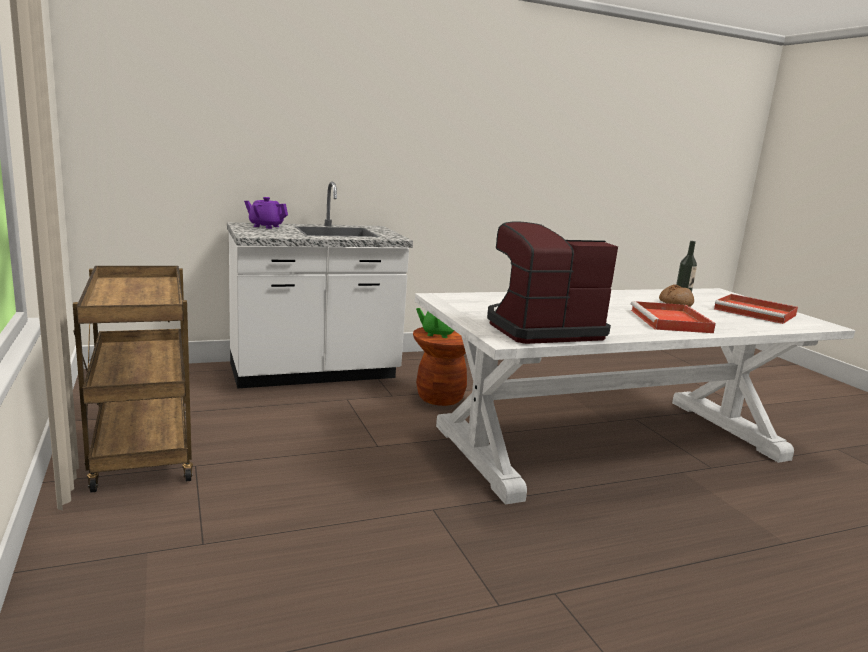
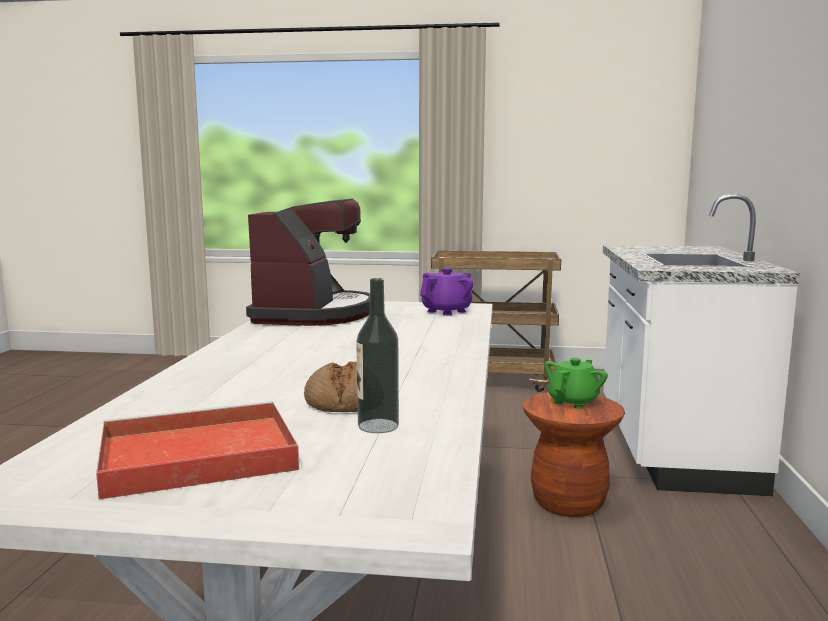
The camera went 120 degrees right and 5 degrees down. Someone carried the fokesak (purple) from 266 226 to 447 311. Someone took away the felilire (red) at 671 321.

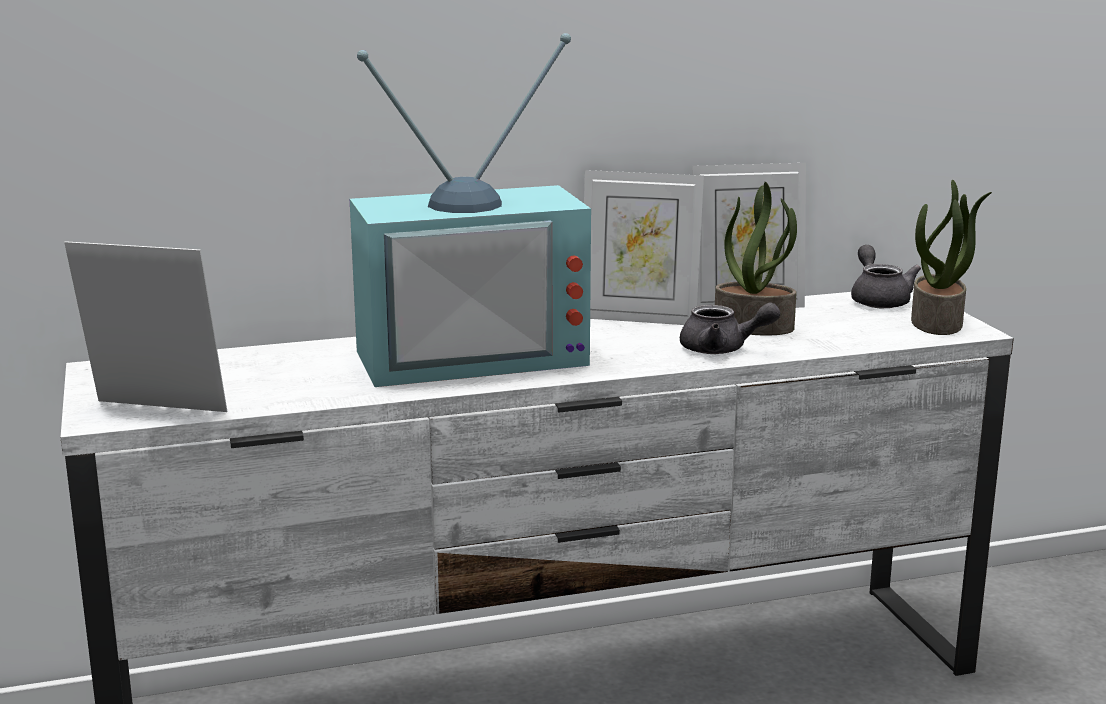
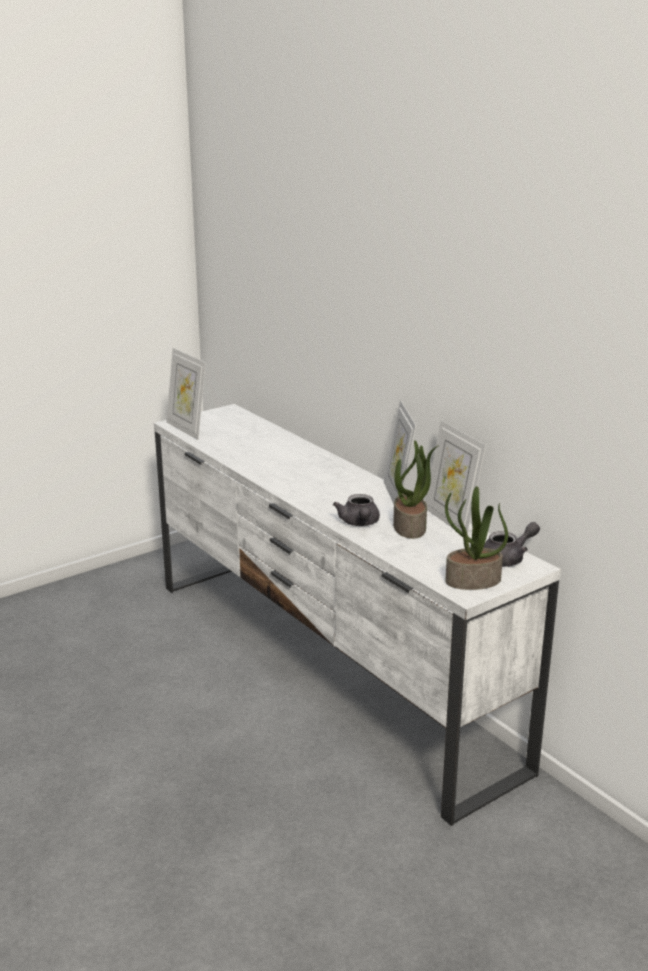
The camera went 70 degrees right and 5 degrees up. Someone rotated the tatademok at 155 411 by 150 degrees clockwise. Someone took away the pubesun at 472 354.

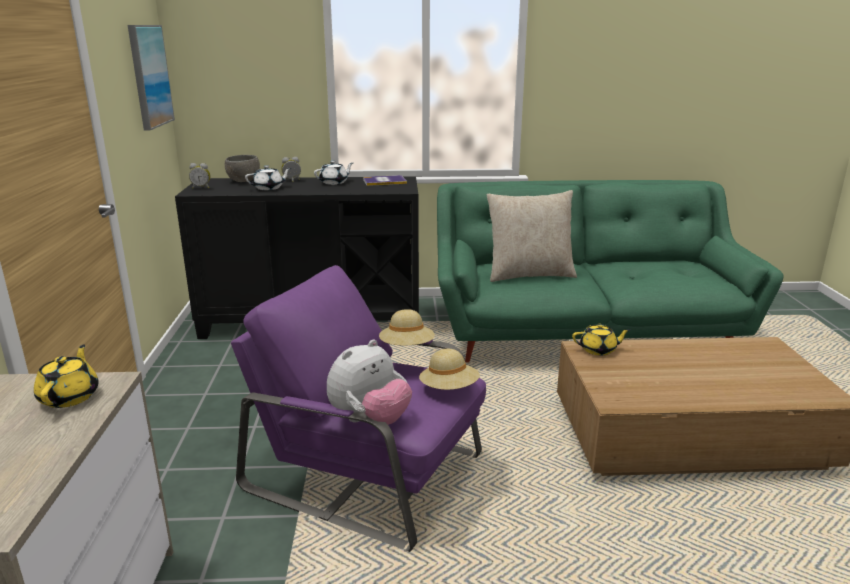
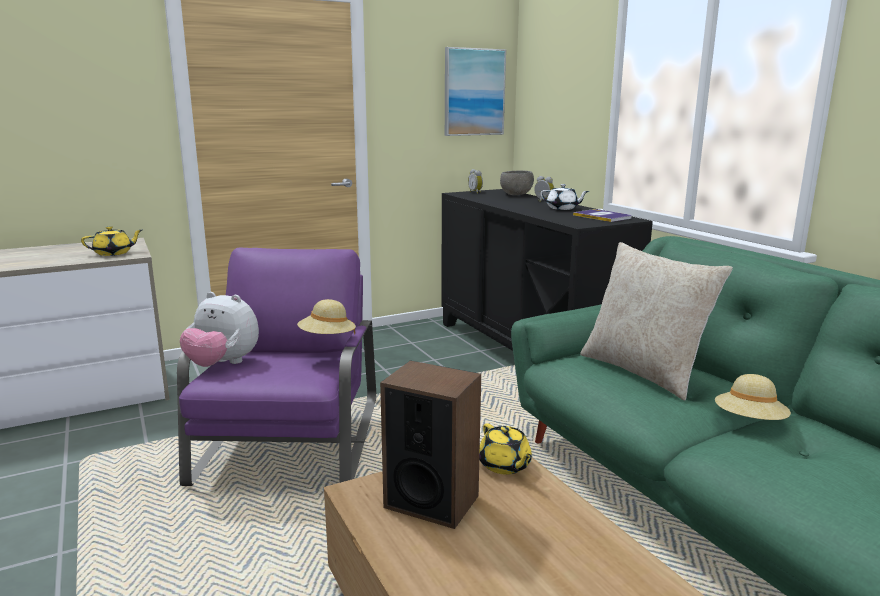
The camera went 65 degrees right and 5 degrees down. Someone took away the fokesak (white) at 269 188. Someone carried the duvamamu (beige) from 449 389 to 749 422. Someone put down the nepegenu at 431 501.

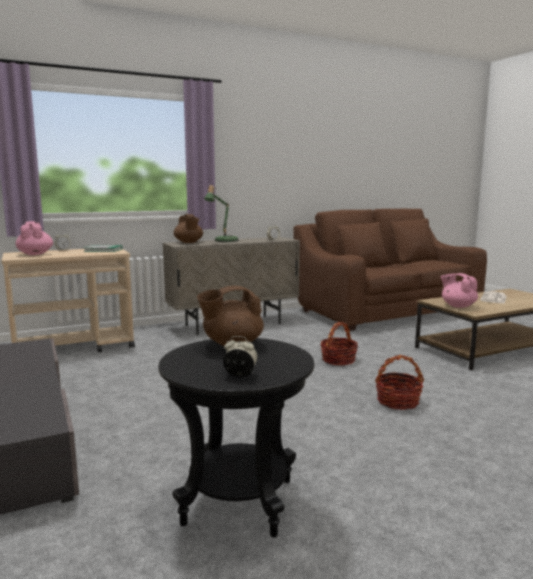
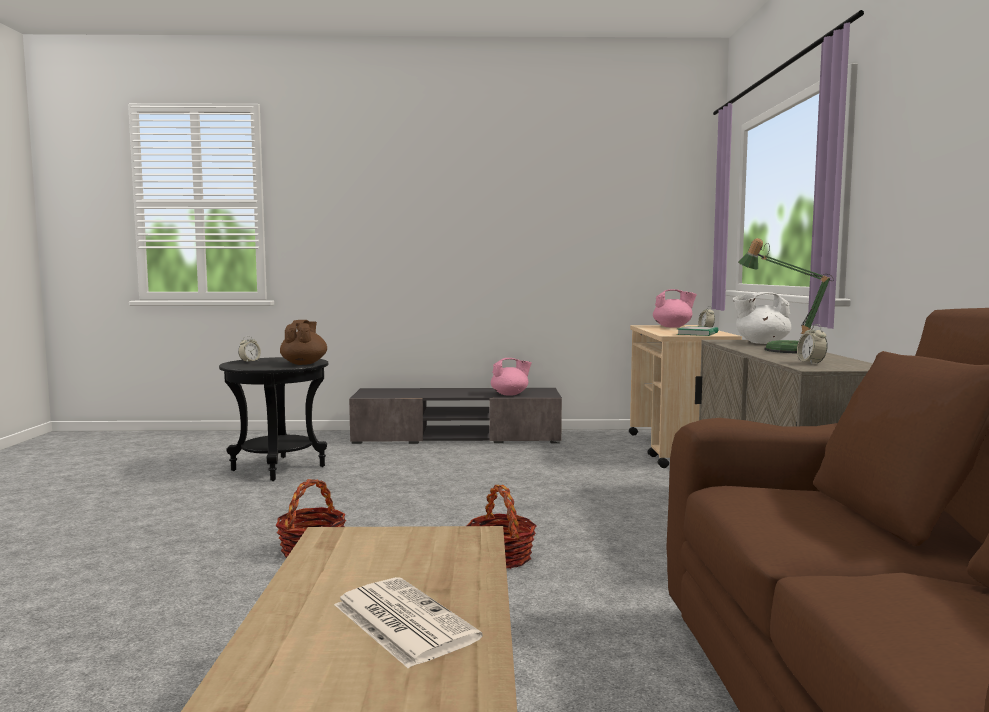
The camera went 115 degrees right and 5 degrees down. Someone repainted the fokesak (brown) at 188 242, which became the fokesak (white) at 761 343. Someone carried the fokesak (pink) from 458 306 to 510 394.

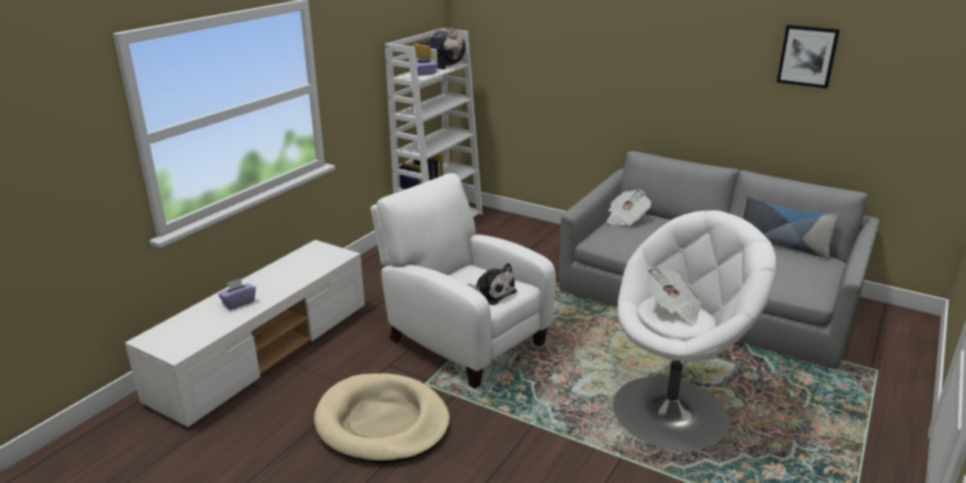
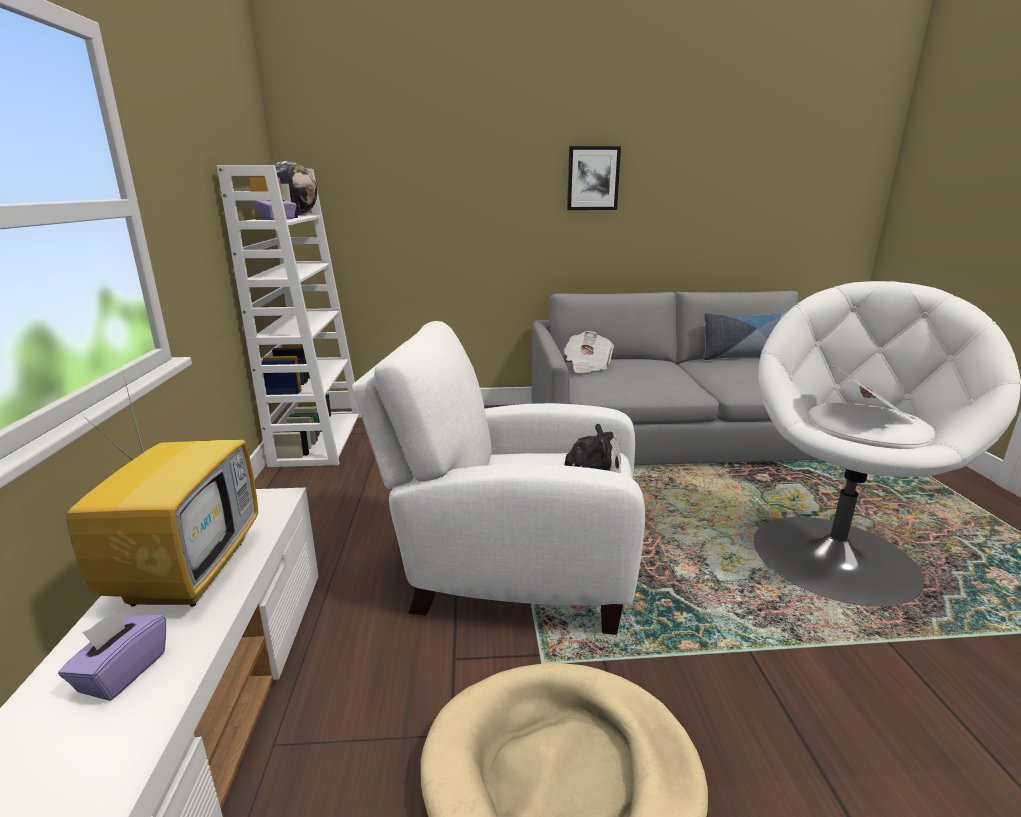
The camera went 35 degrees left and 5 degrees down. Someone carried the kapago from 807 56 to 593 178. Someone put down the pubesun at 189 570.

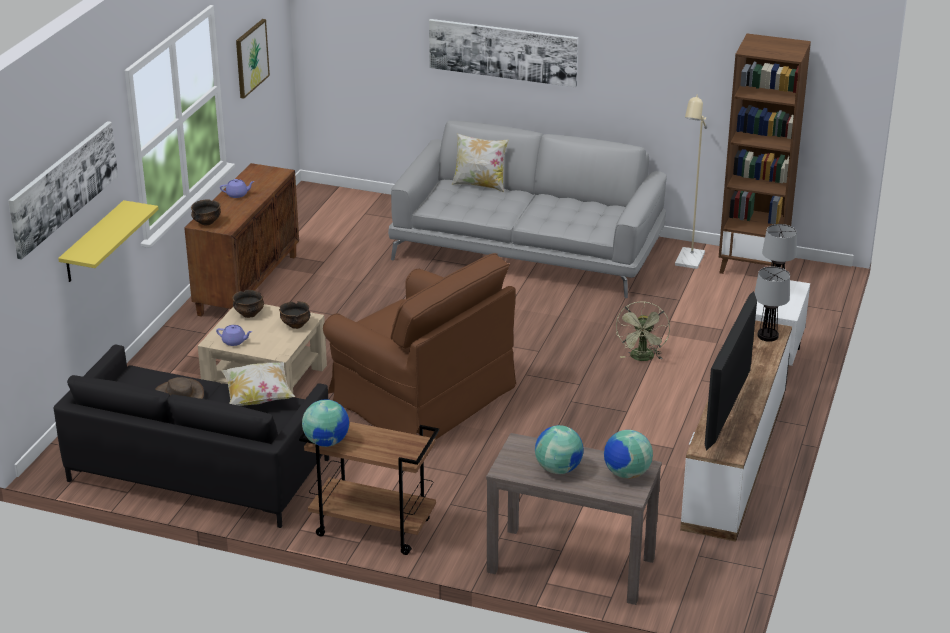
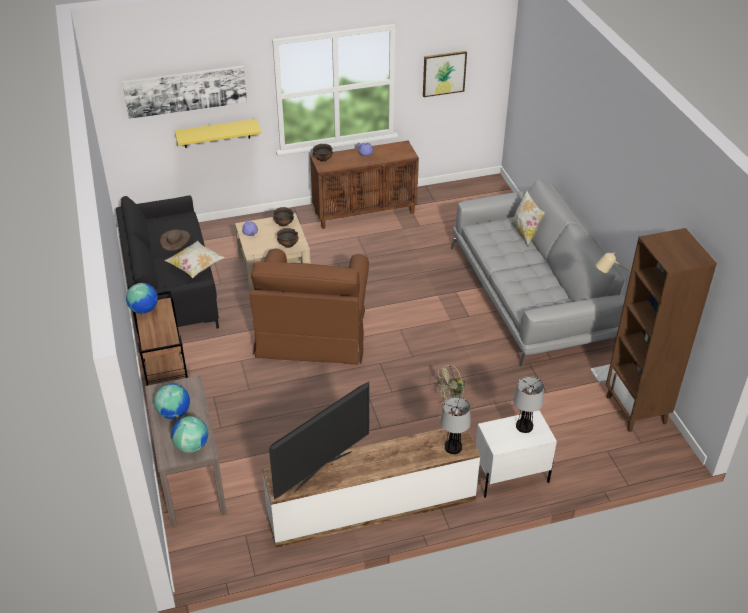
The camera went 55 degrees right and 10 degrees up. Someone took away the kapago at 503 52. Someone rotated the pubesun at 727 418 by 150 degrees clockwise.

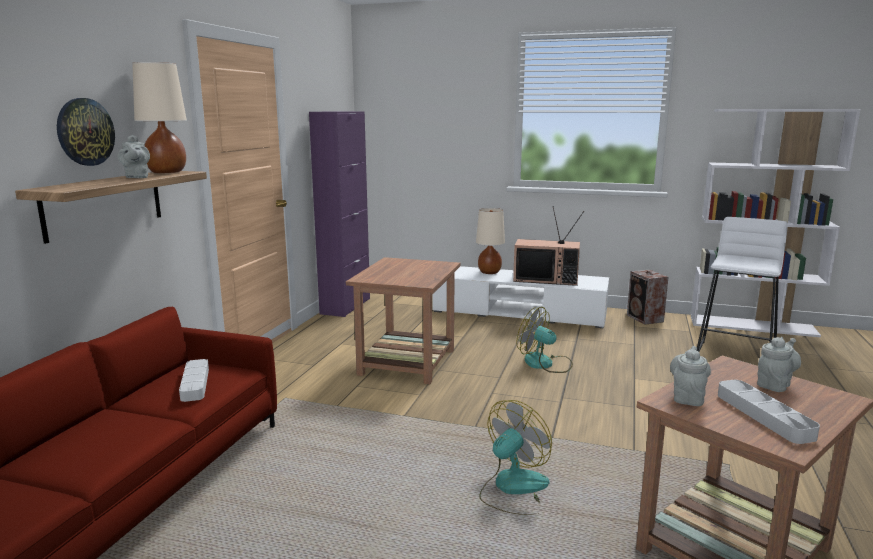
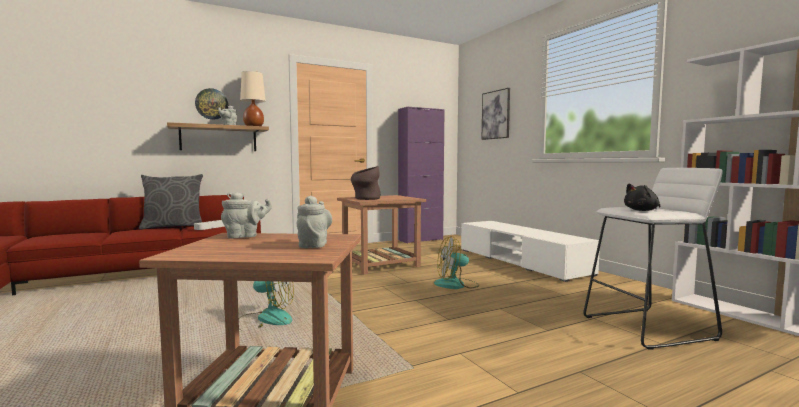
The camera went 45 degrees right and 10 degrees down. Someone took away the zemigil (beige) at 489 272. Someone took away the pubesun at 546 279. Someone rotated the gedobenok at 545 364 by 90 degrees counterclockwise. Someone took away the nepegenu at 645 319. Someone took away the felilire (grey) at 763 415. Someone rotated the fokesak (grey) at 774 384 by 90 degrees counterclockwise. Someone put down the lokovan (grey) at 173 227. Someone put down the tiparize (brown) at 365 199. Someone put up the kapago at 496 115. Someone put down the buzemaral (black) at 642 210.

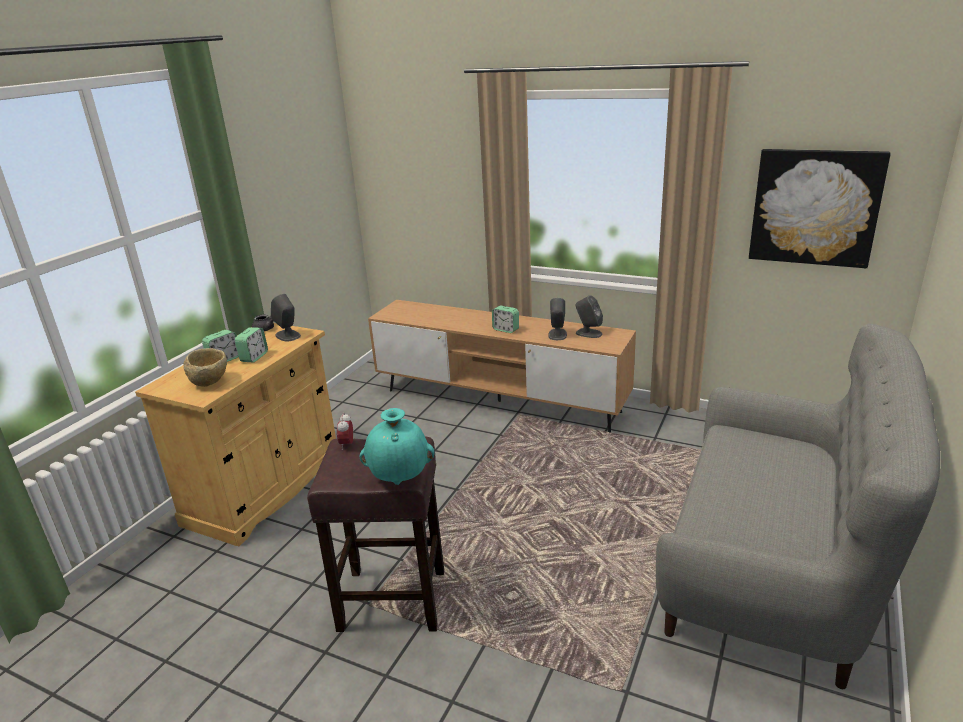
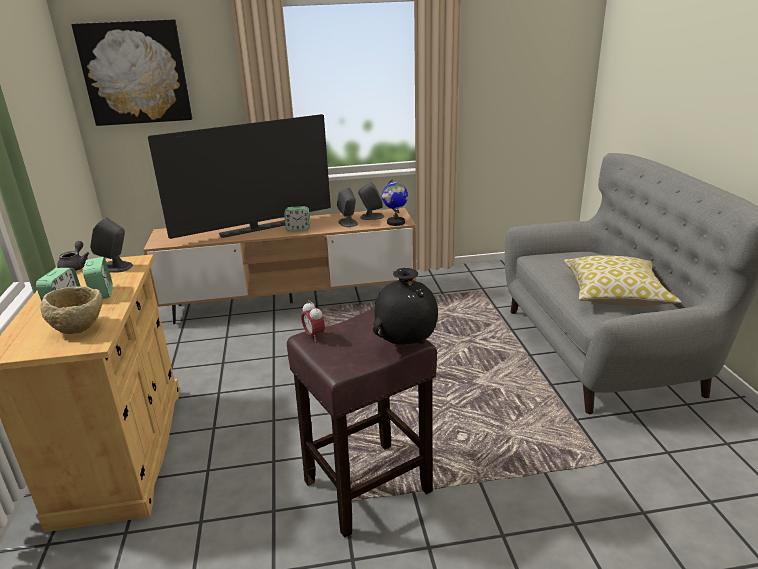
The camera went 35 degrees left and 0 degrees up. Someone repainted the tiparize (turquoise) at 400 478, which became the tiparize (black) at 406 342. Someone carried the kapago from 815 207 to 135 73. Someone put down the pubesun at 254 229. Someone put down the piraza at 395 222. Someone put down the lokovan at 615 295.

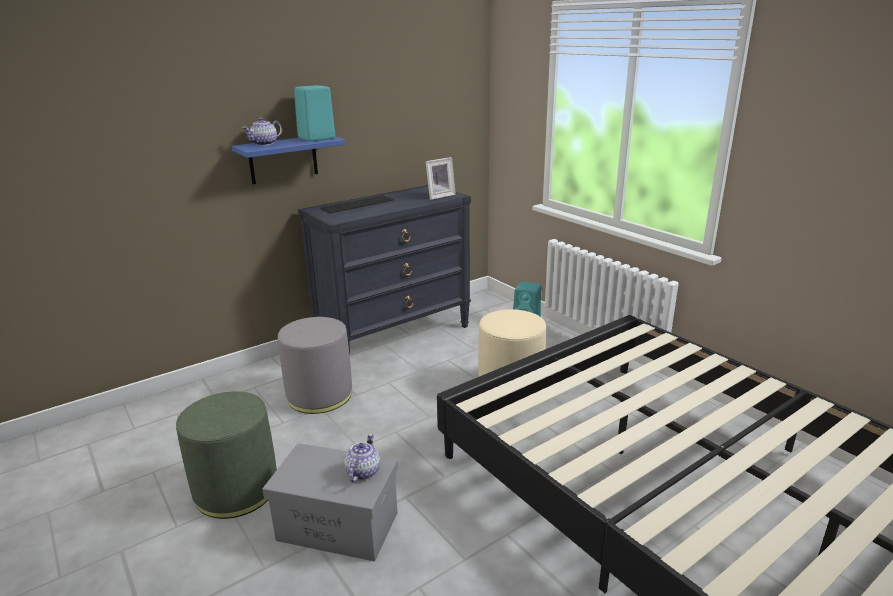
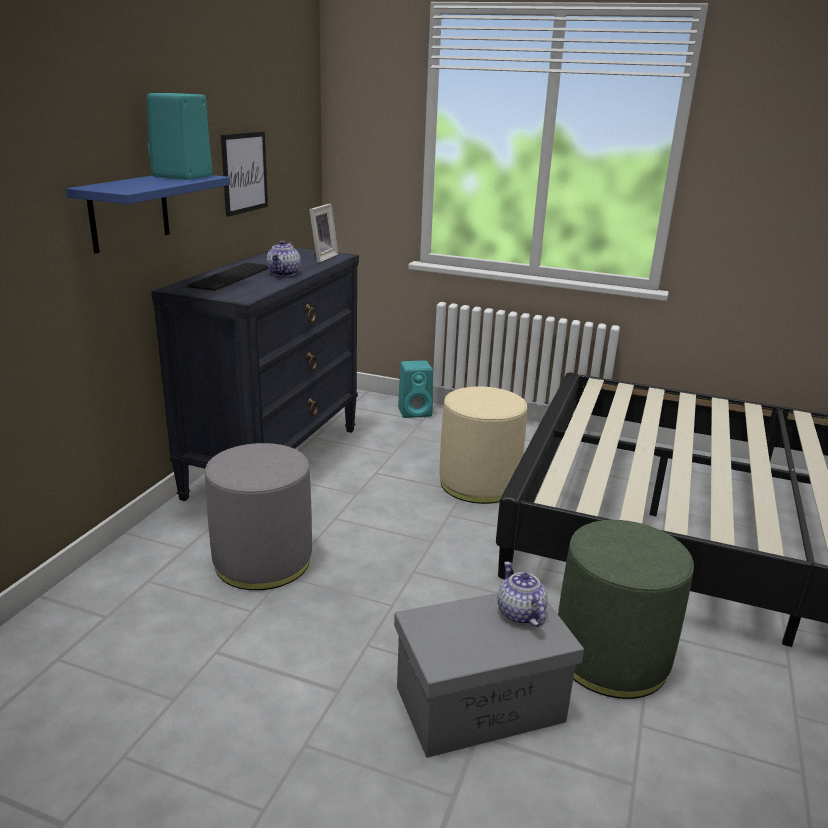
The camera went 35 degrees left and 0 degrees up. Someone carried the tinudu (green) from 236 490 to 611 657. Someone carried the fokesak from 264 144 to 284 274. Someone put up the kapago at 244 173.

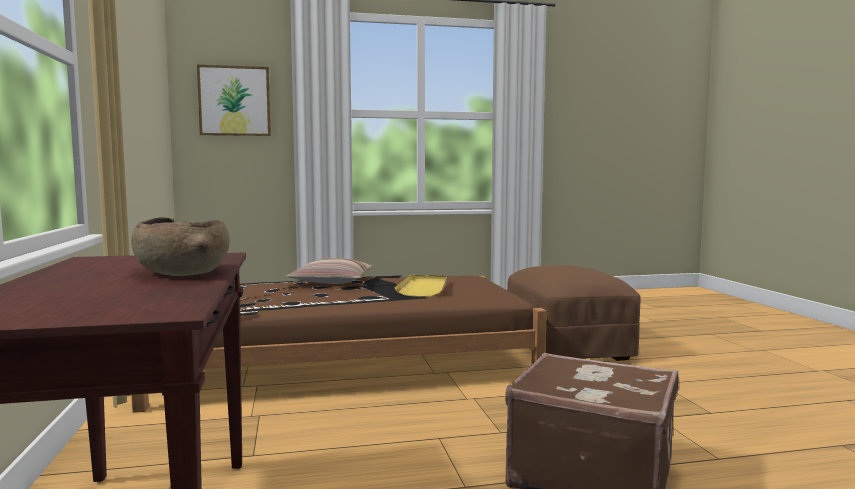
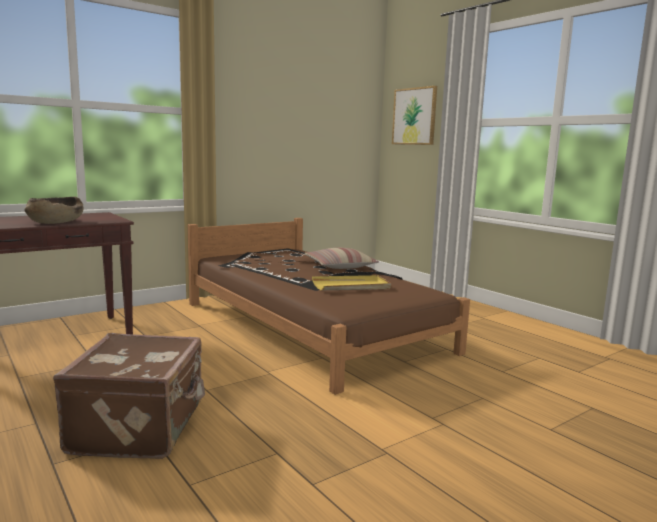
The camera went 65 degrees right and 5 degrees up. Someone took away the tinudu (brown) at 566 347.

